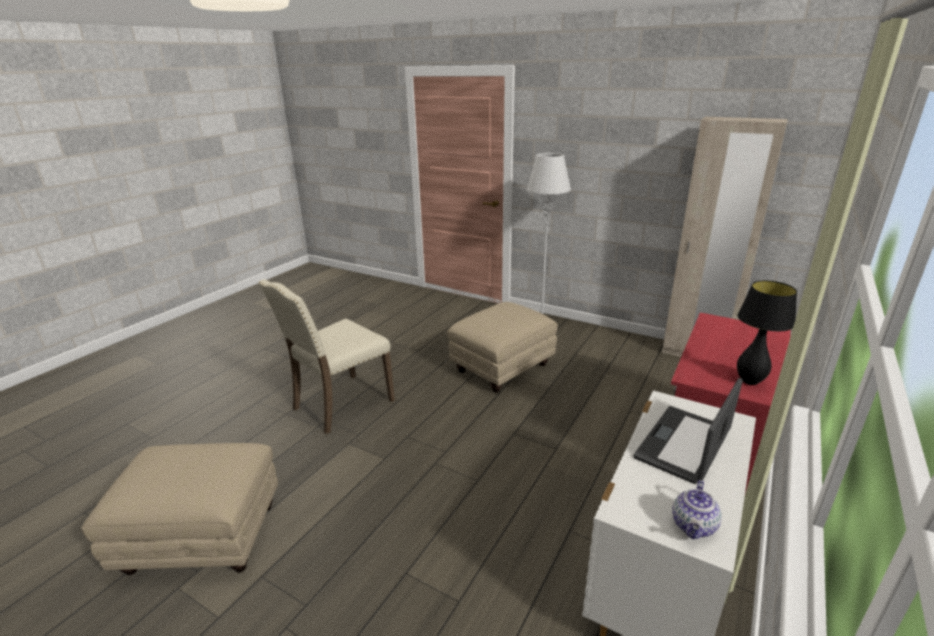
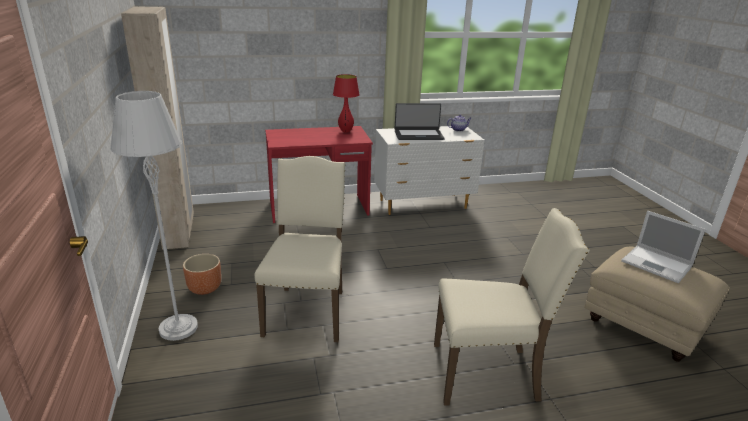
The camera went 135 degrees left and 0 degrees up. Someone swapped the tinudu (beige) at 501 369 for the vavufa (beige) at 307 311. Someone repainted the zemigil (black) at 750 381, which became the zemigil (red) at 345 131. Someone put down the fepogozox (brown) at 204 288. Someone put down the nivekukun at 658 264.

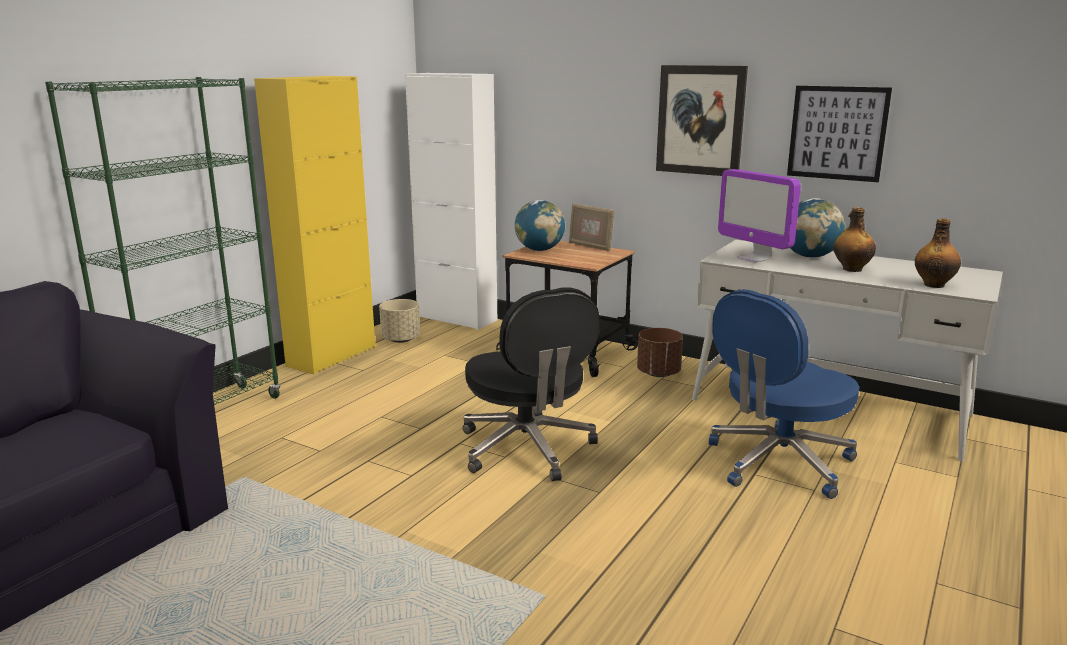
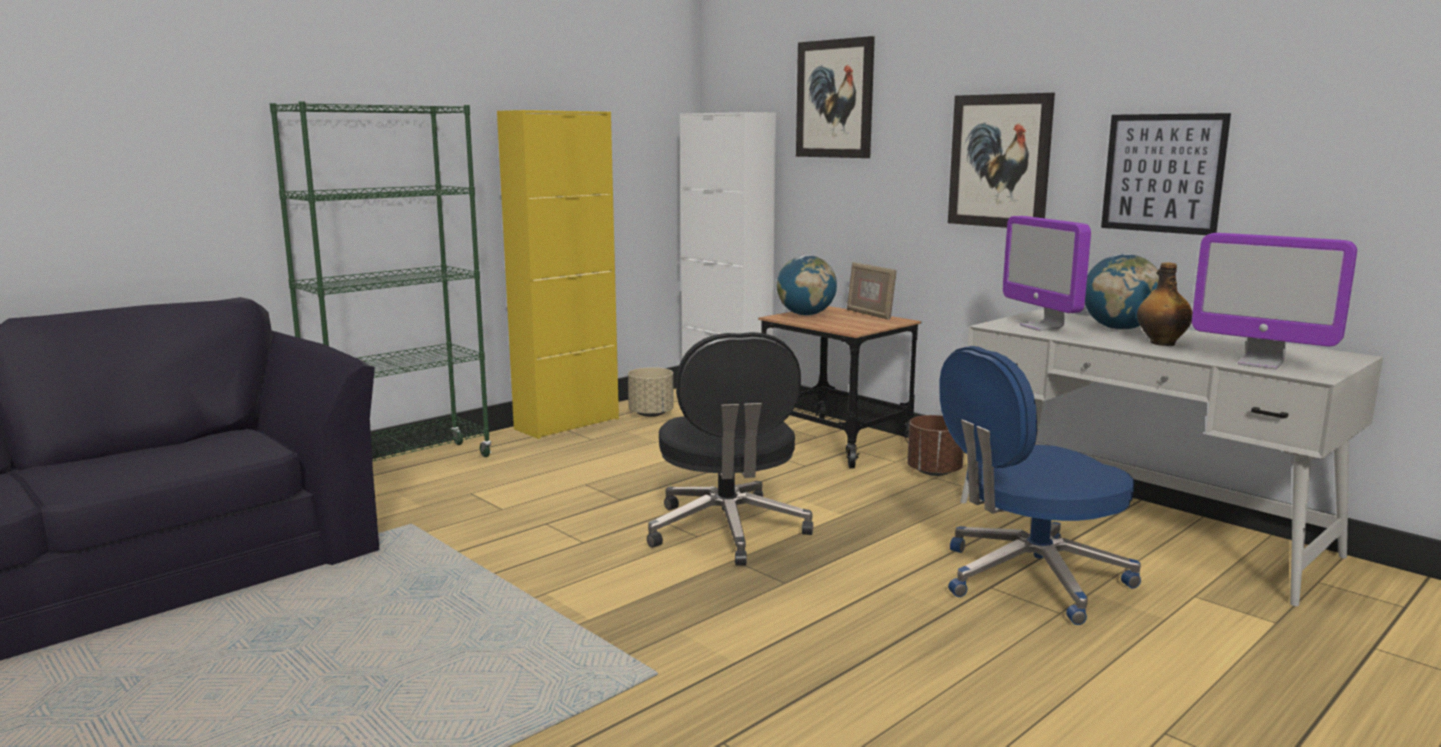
The camera went 15 degrees right and 5 degrees down. Someone swapped the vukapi at 934 285 for the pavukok at 1260 363. Someone put up the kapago at 835 99.

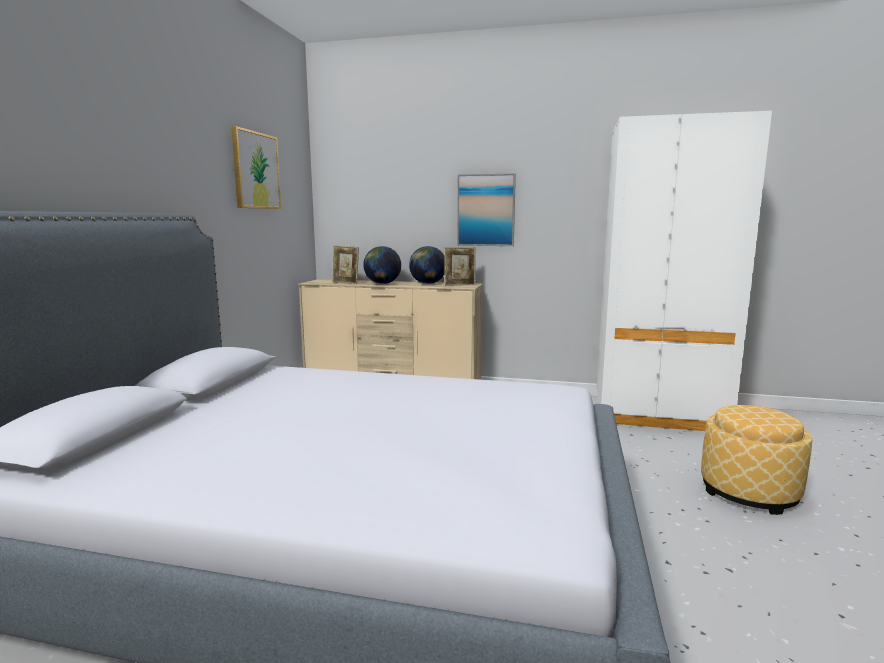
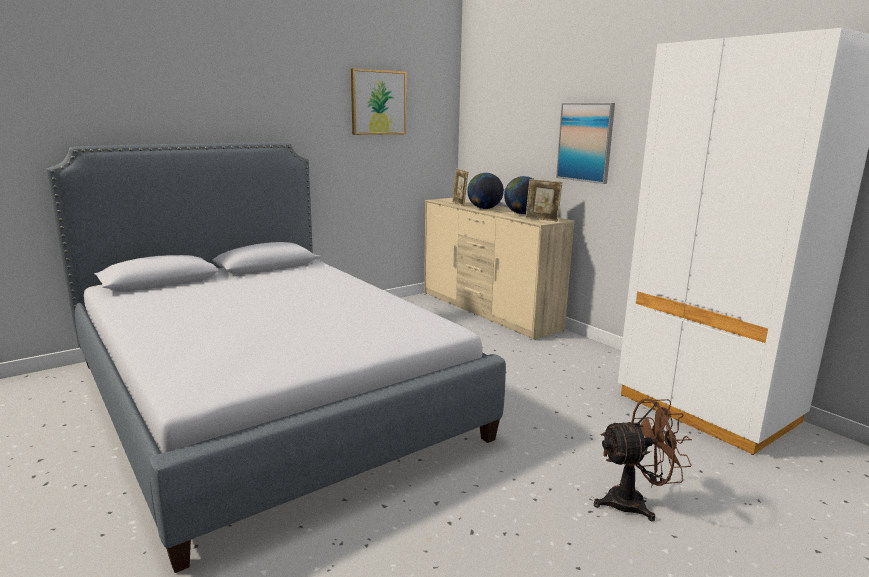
The camera went 40 degrees right and 5 degrees up. Someone swapped the tinudu at 749 492 for the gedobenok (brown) at 635 502.

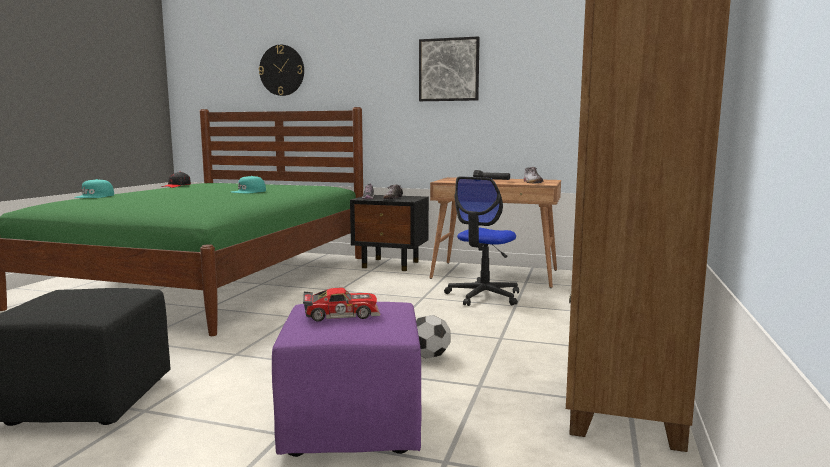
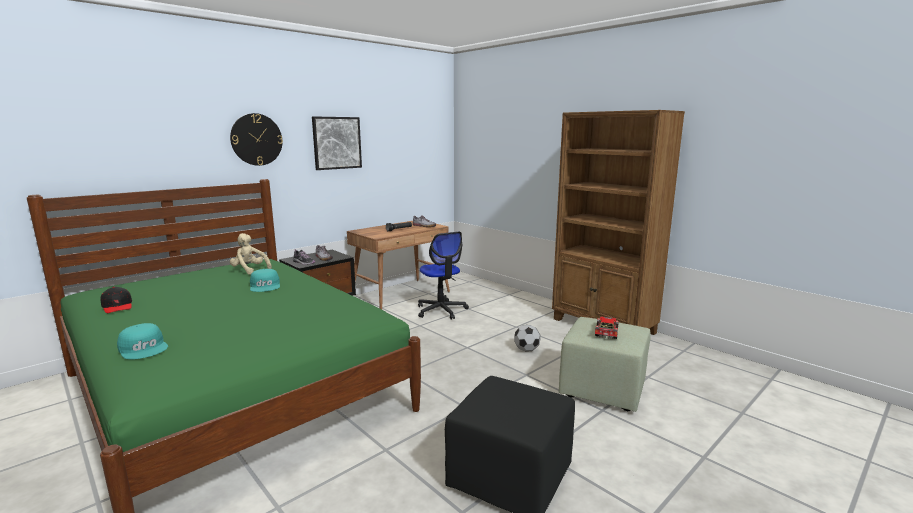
The camera went 60 degrees left and 5 degrees up. Someone carried the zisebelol from 282 70 to 256 139. Someone repainted the tinudu (purple) at 351 425, which became the tinudu (green) at 601 389. Someone put down the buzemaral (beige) at 250 270.

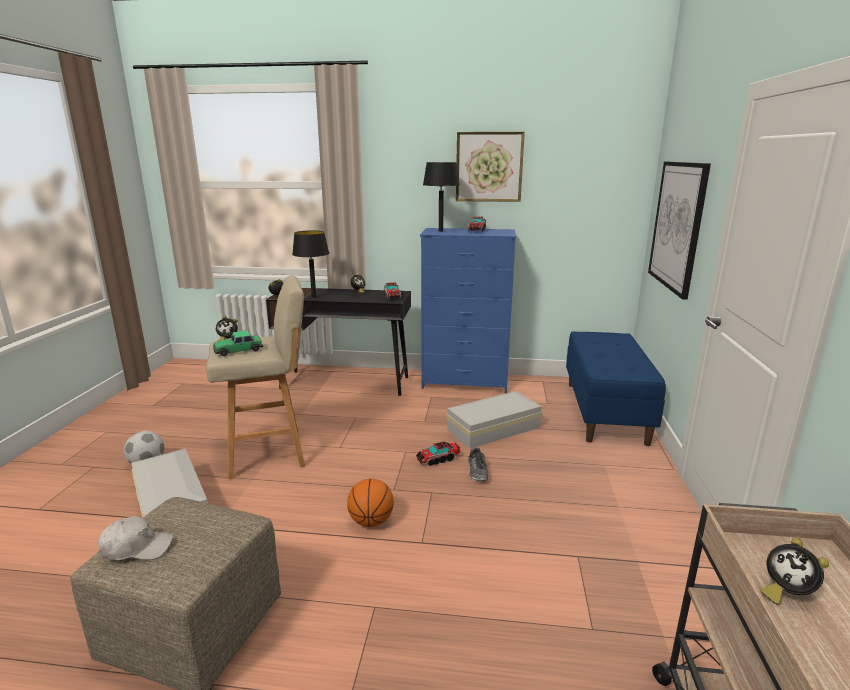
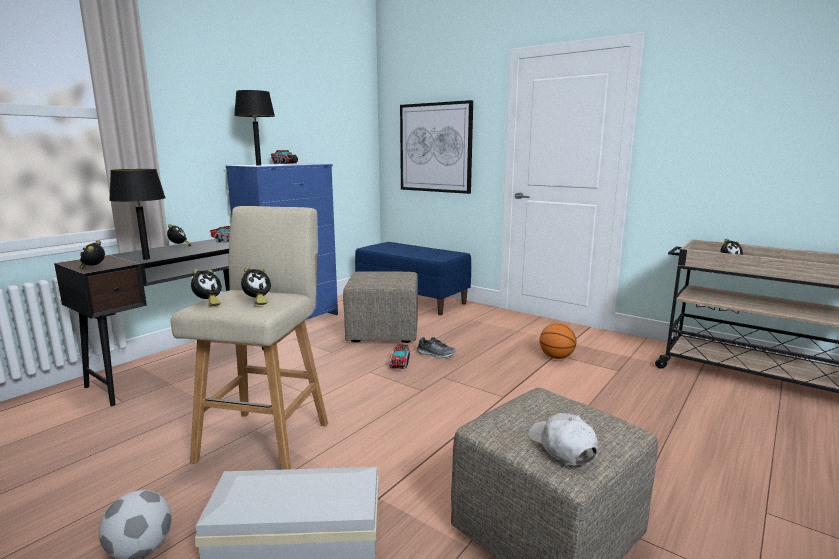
The camera went 60 degrees left and 5 degrees down. Someone rotated the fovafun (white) at 137 547 by 45 degrees counterclockwise. Someone swapped the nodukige at 238 350 for the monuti at 257 302. Someone carried the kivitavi from 371 521 to 556 357. Someone swapped the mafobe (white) at 495 429 for the tinudu (beige) at 384 333. Someone took away the kapago at 489 167.

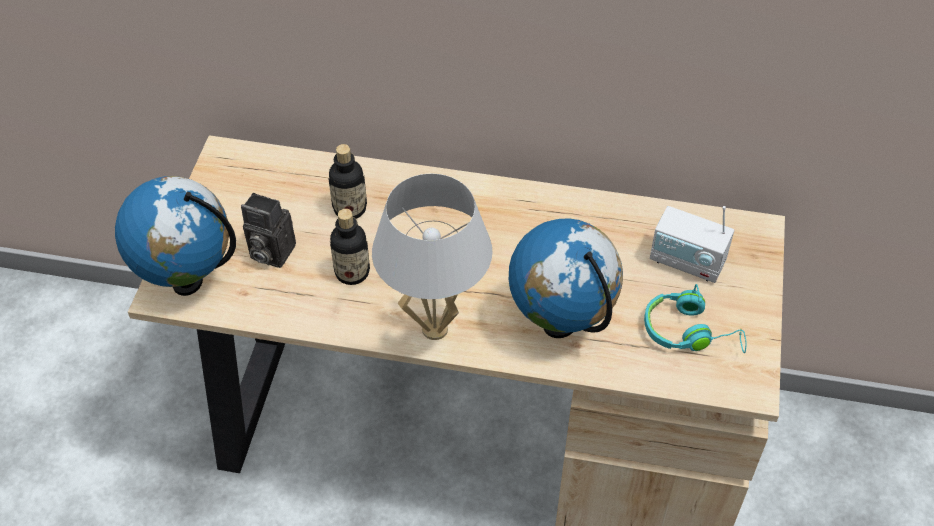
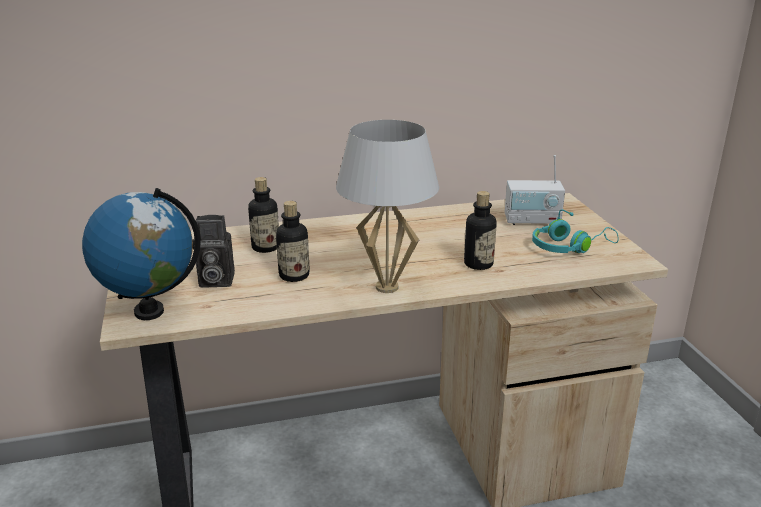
The camera went 25 degrees left and 25 degrees down. Someone swapped the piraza at 560 324 for the vukapi at 478 264.

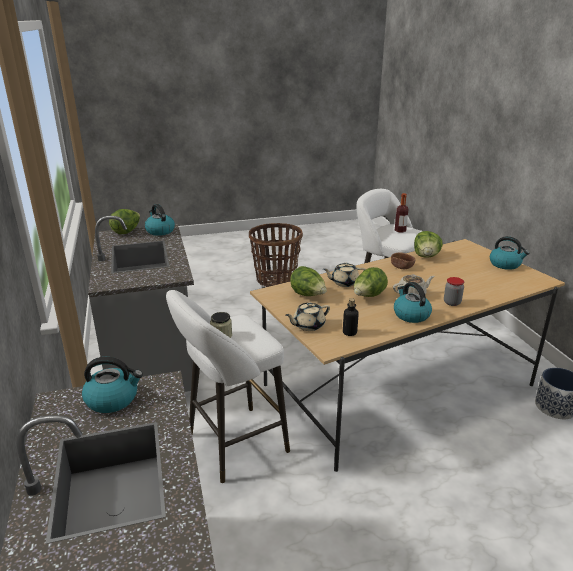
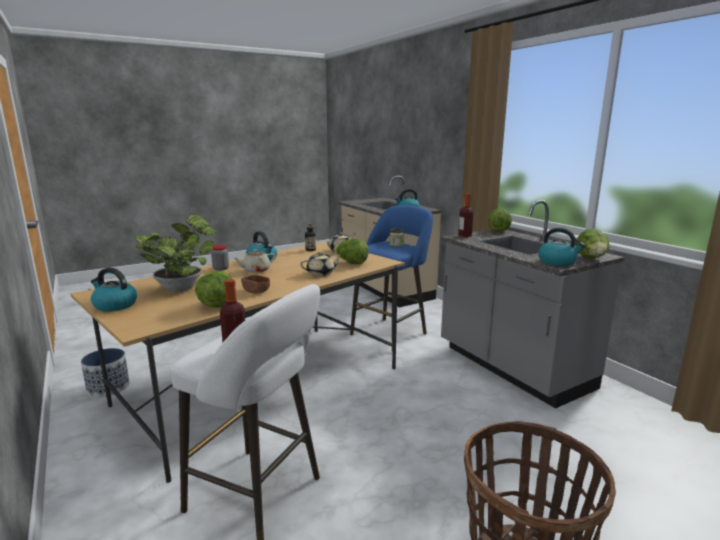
The camera went 165 degrees right and 10 degrees down. Someone repainted the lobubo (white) at 232 445, which became the lobubo (blue) at 391 332. Someone carried the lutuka from 368 296 to 499 230. Someone put down the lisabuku at 183 288. Someone put down the vukapi at 464 236.

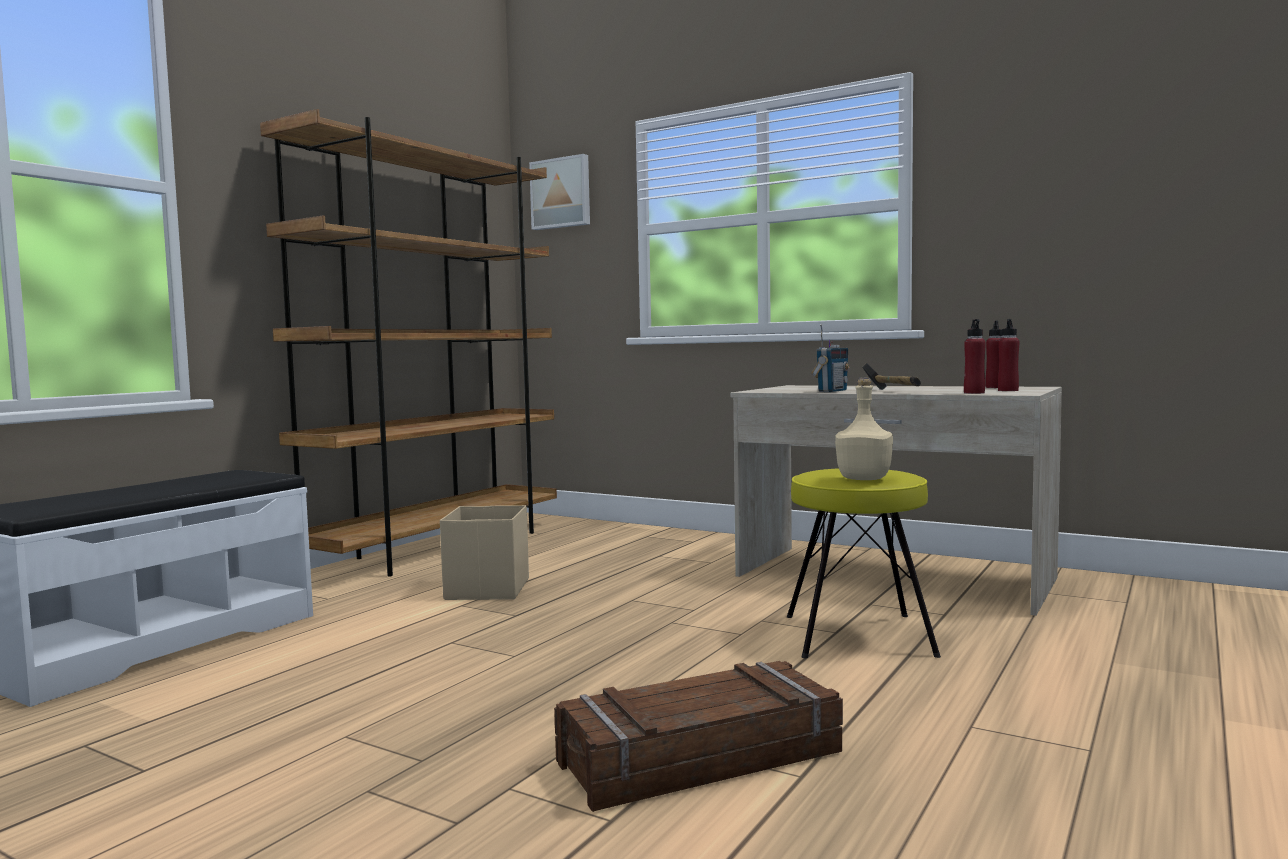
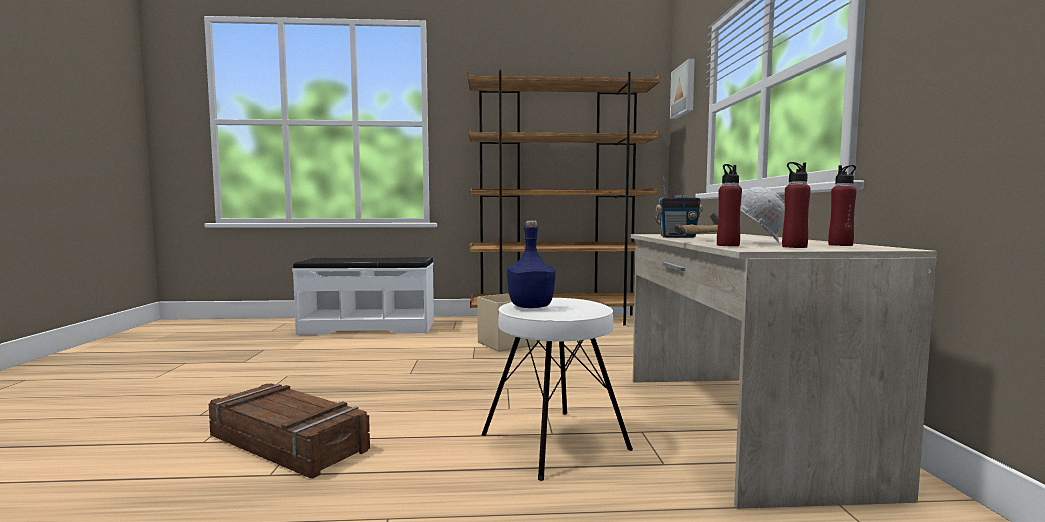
The camera went 55 degrees right and 0 degrees up. Someone repainted the lobubo (yellow) at 857 635, which became the lobubo (white) at 553 441. Someone repainted the vukapi (beige) at 865 479, which became the vukapi (blue) at 531 307. Someone put down the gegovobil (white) at 756 243.

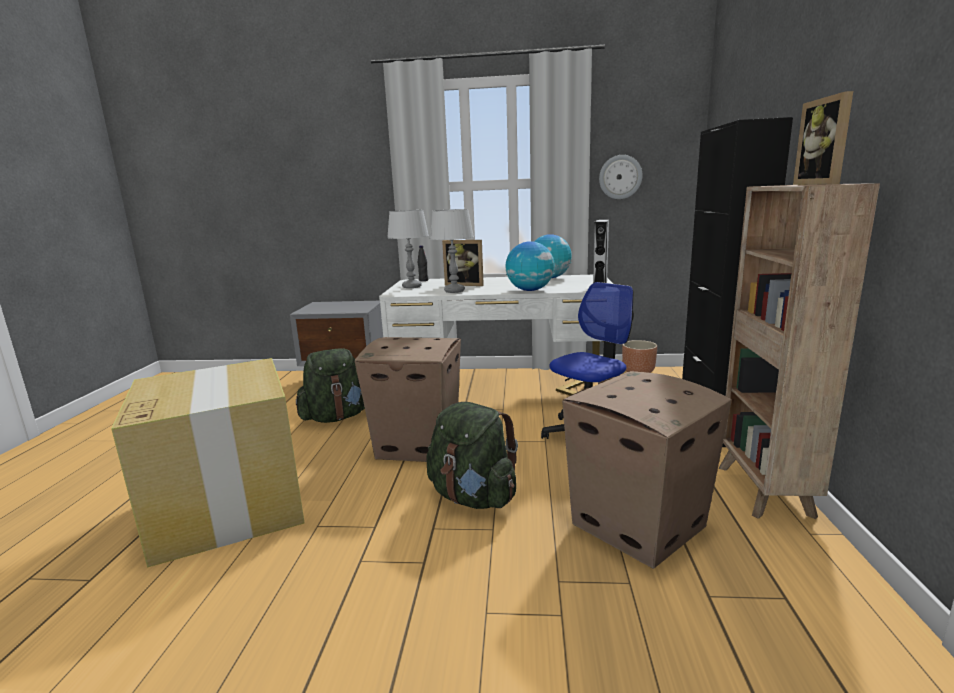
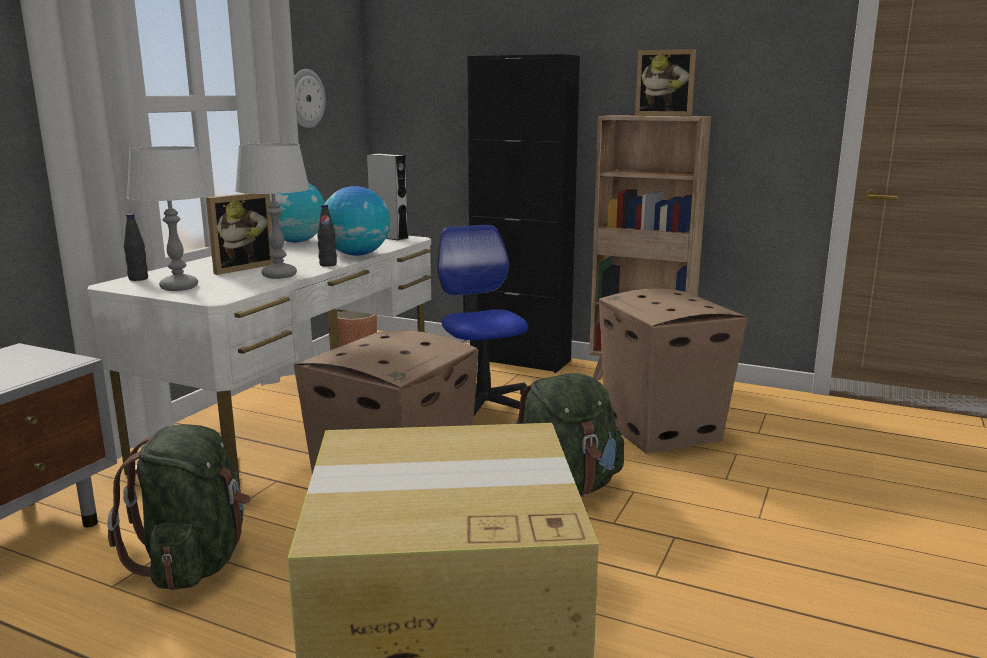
The camera went 70 degrees left and 0 degrees up. Someone put down the vukapi (black) at 328 265.

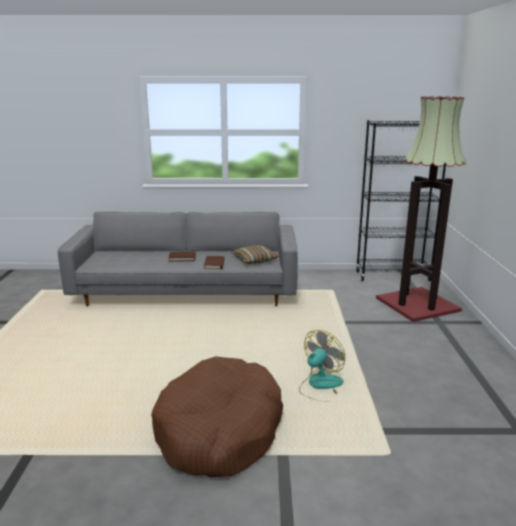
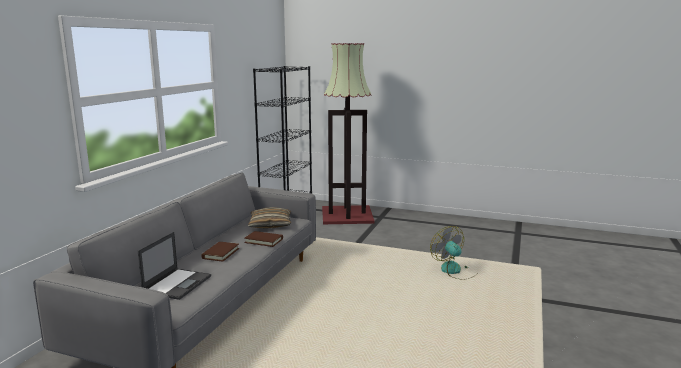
The camera went 70 degrees left and 5 degrees down. Someone took away the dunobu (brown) at 219 430. Someone put down the nivekukun at 177 284.

